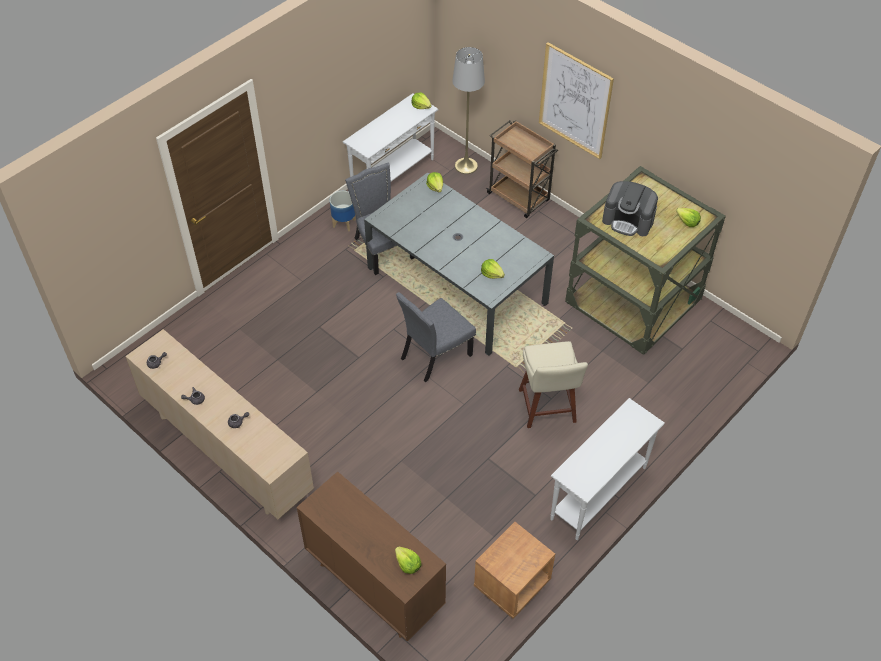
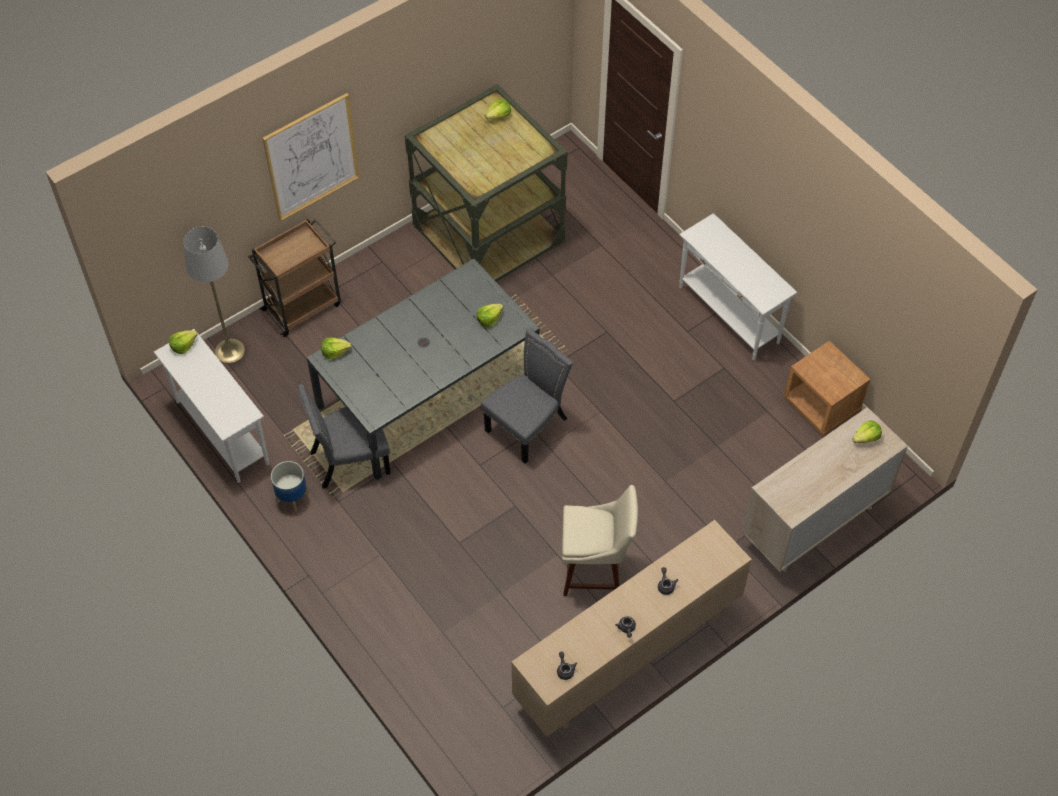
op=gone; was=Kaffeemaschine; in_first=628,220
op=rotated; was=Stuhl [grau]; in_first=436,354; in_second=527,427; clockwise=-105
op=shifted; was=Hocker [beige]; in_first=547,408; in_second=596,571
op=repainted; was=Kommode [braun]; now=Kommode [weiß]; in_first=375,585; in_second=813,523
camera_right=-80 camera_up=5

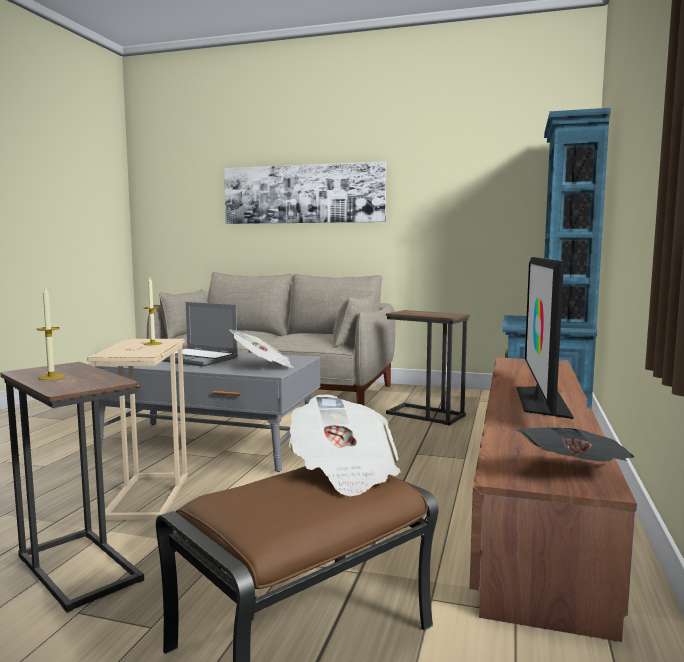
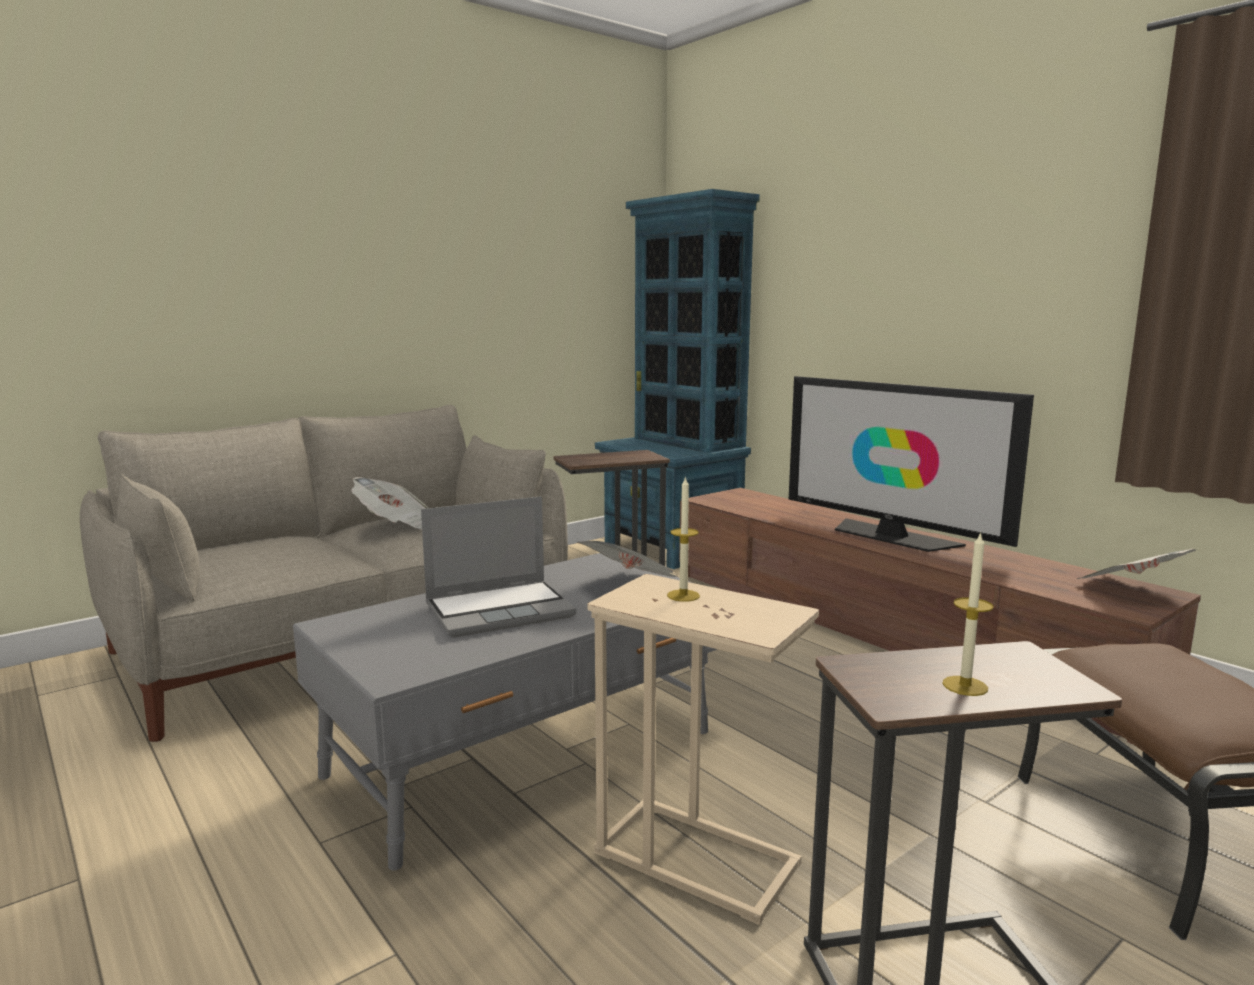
op=gone; was=Bild; in_first=303,194
op=shifted; was=Zeitung; in_first=344,472; in_second=397,525
camera_right=-55 camera_up=5

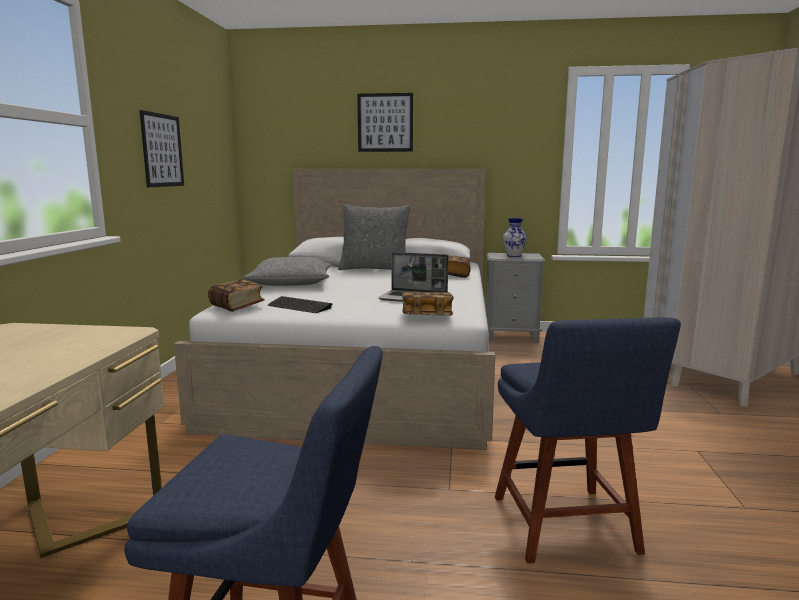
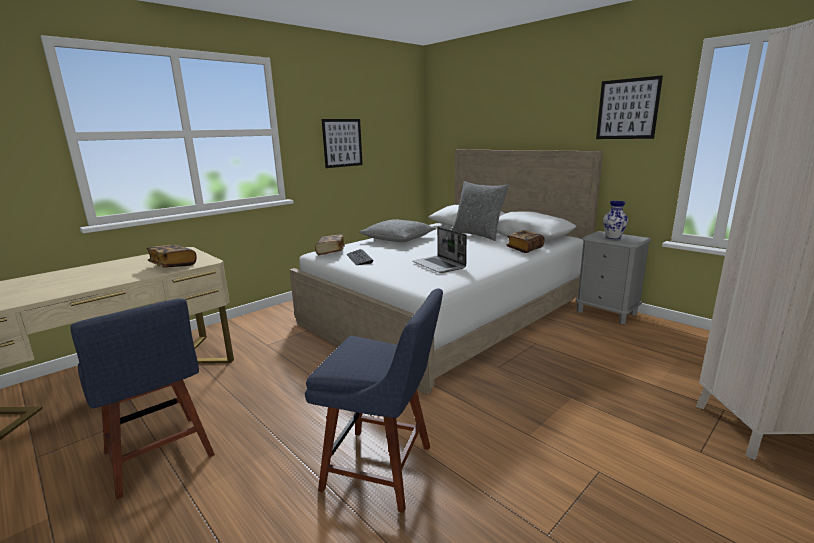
op=shifted; was=Bild; in_first=385,122; in_second=627,109
op=shifted; was=Buch; in_first=426,316; in_second=173,265
op=rotated; was=Stuhl [blau]; in_first=566,528; in_second=383,469; clockwise=-105
camera_right=40 camera_up=5

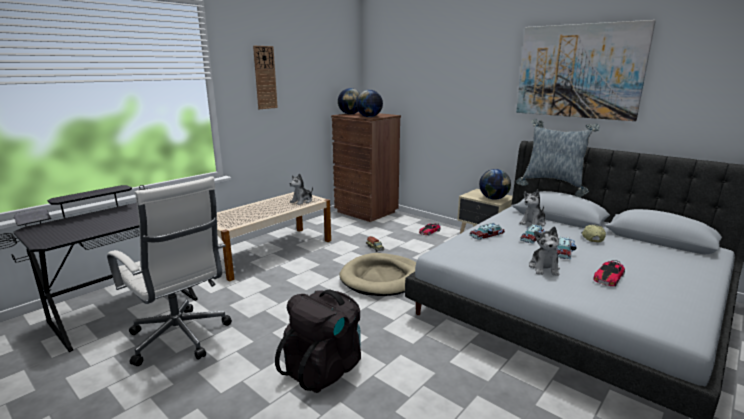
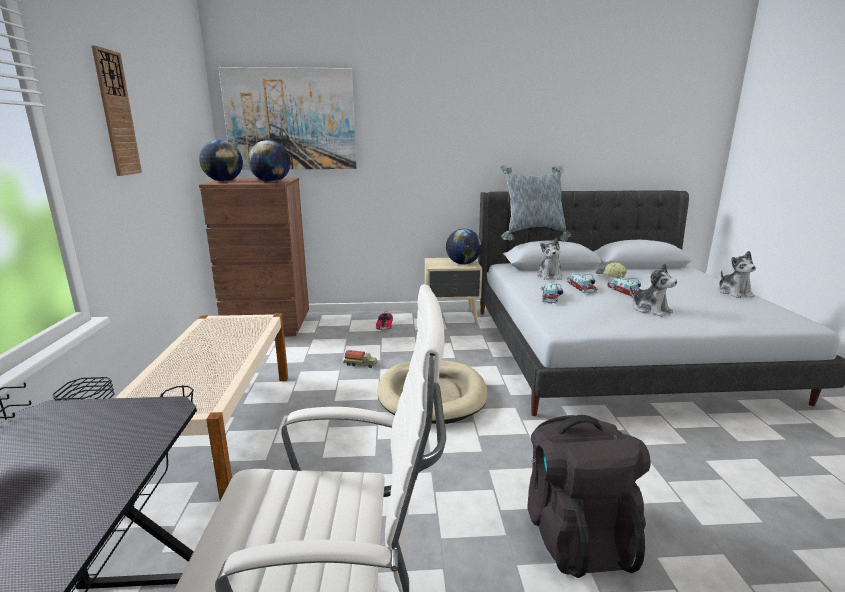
op=shifted; was=Bild; in_first=578,71; in_second=290,120
op=shifted; was=Plüschtier; in_first=302,201; in_second=734,293
op=gone; was=Spielzeugauto; in_first=608,277
camera_right=-45 camera_up=0

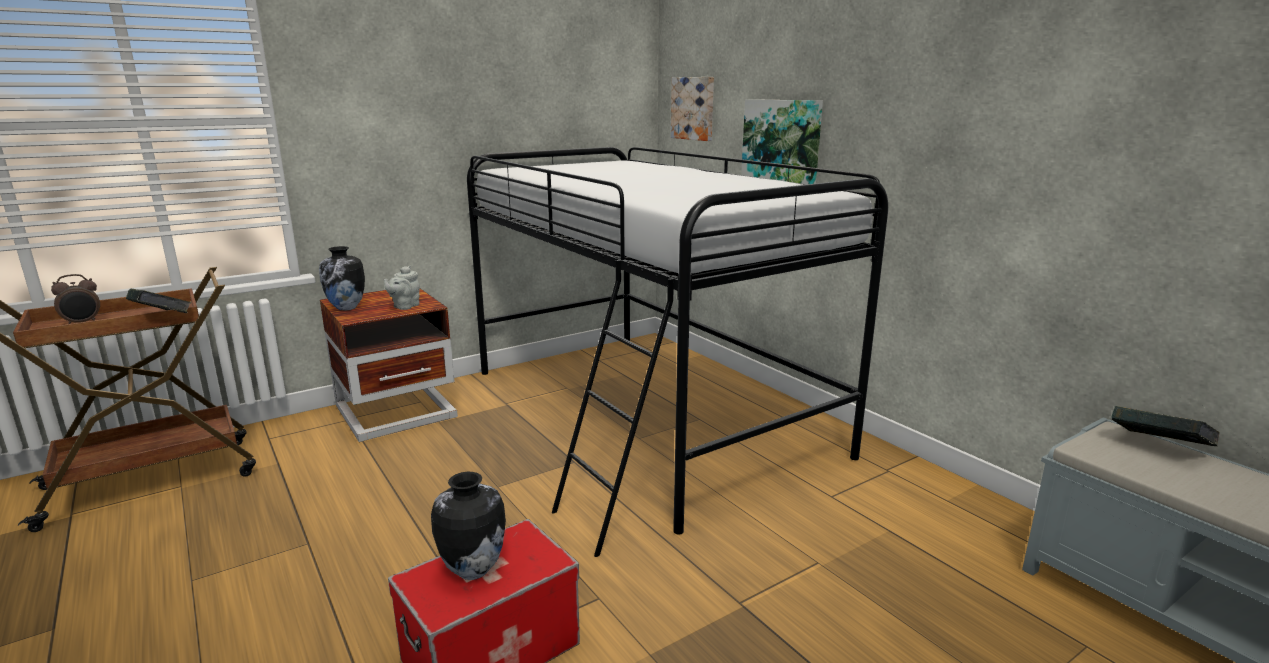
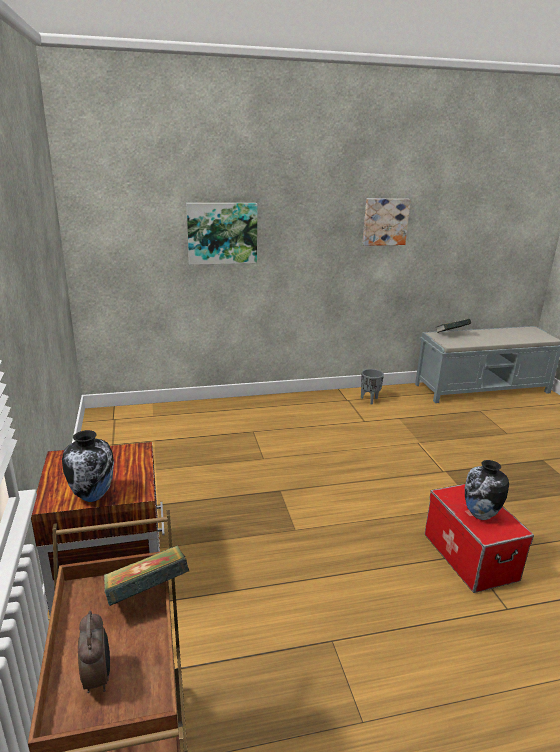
op=shifted; was=Bild; in_first=694,108; in_second=385,221
op=gone; was=Bett [schwarz]; in_first=645,413
op=gone; was=Teekanne [grau]; in_first=405,306
op=new; now=Pflanzkübel [grau]; in_second=369,400
camera_right=-70 camera_up=5

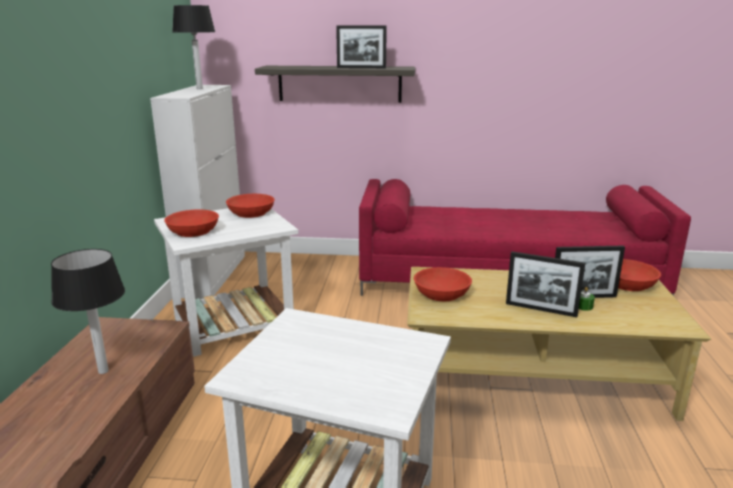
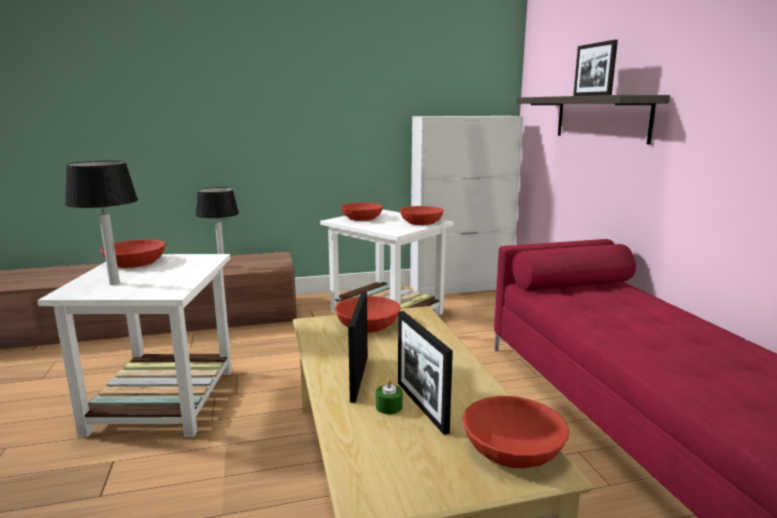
op=shifted; was=Tischlampe; in_first=199,88; in_second=113,283
op=new; now=Schüssel [rot]; in_second=135,262
camera_right=70 camera_up=-5

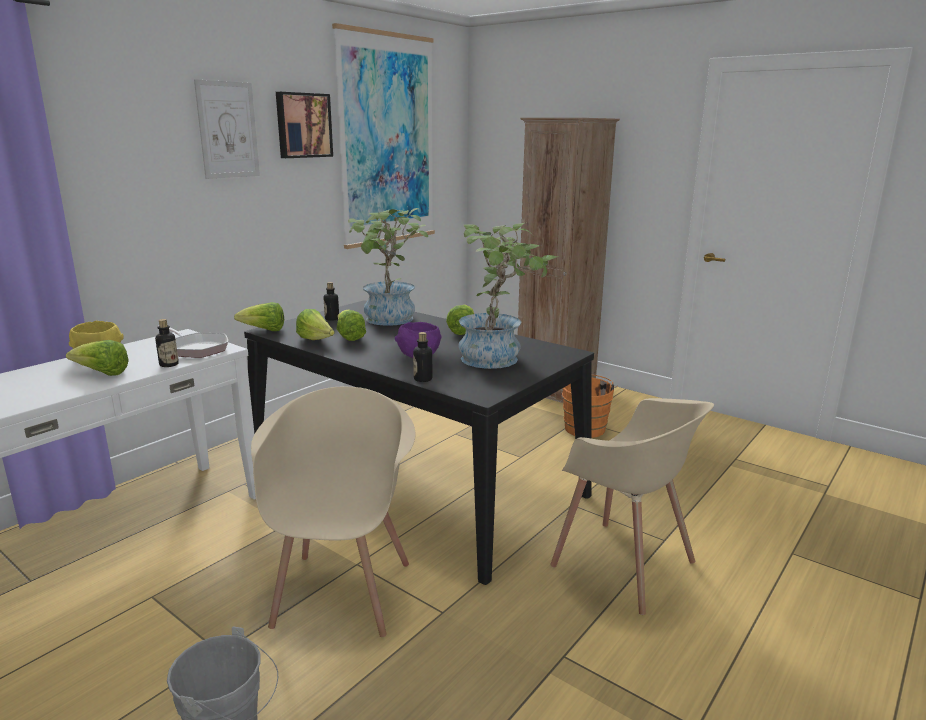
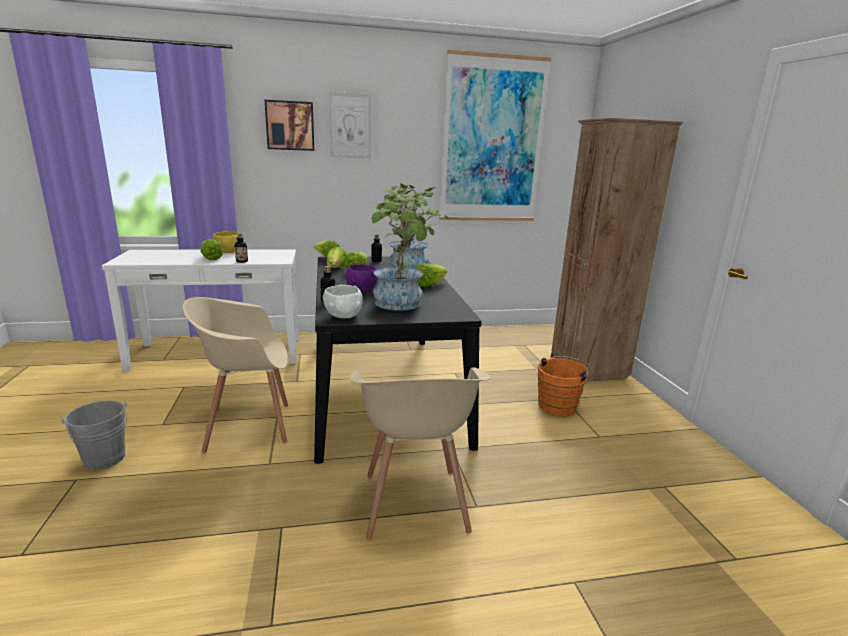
op=shifted; was=Bild; in_first=303,125; in_second=290,125
op=gone; was=Pfanne; in_first=196,348
op=rotated; was=Stuhl [beige]; in_first=343,593; in_second=247,427; clockwise=-150
op=new; now=Schüssel [weiß]; in_second=343,316
camera_right=40 camera_up=0

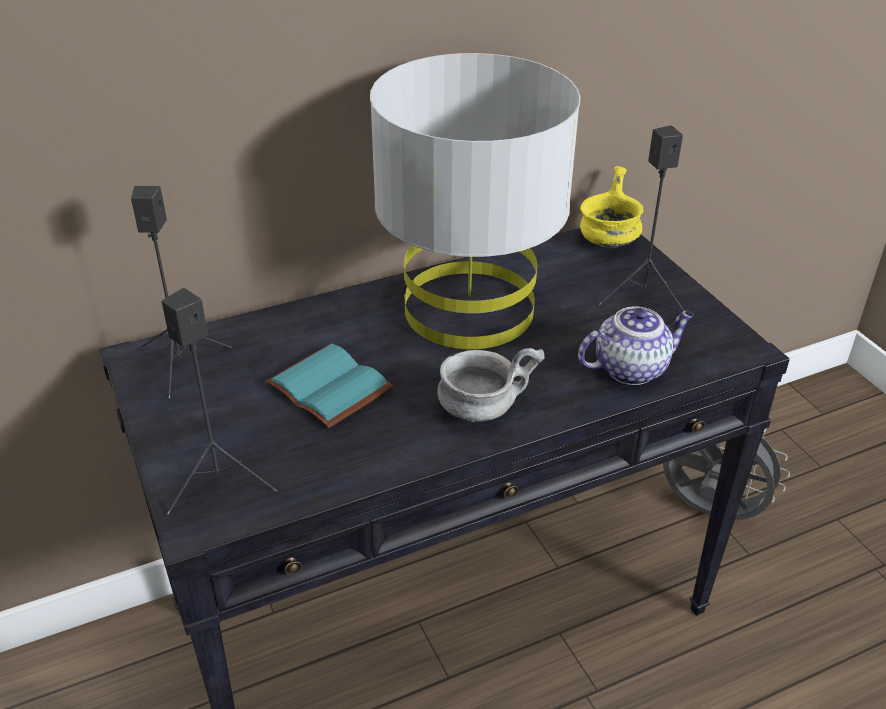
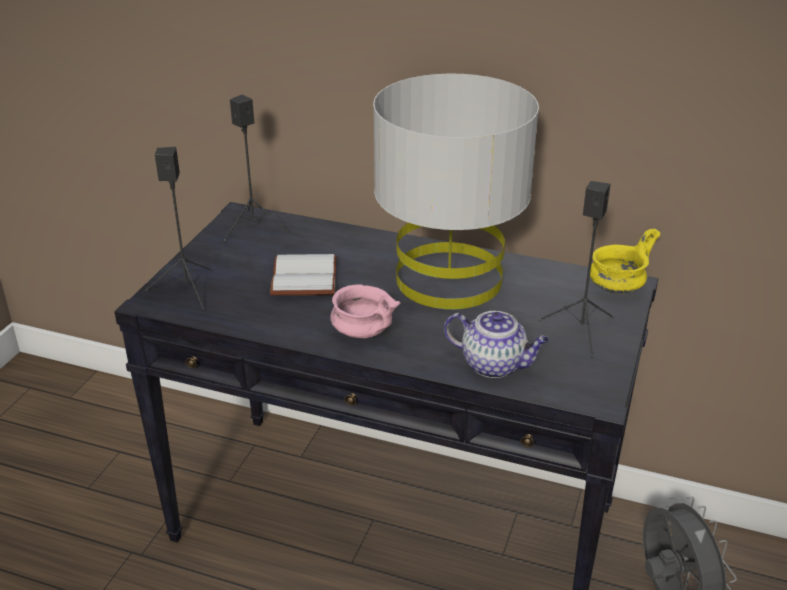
op=repainted; was=Buch [türkis]; now=Buch [weiß]; in_first=325,388; in_second=302,276
op=repainted; was=Schüssel [grau]; now=Schüssel [rosa]; in_first=479,409; in_second=364,332
camera_right=45 camera_up=-5

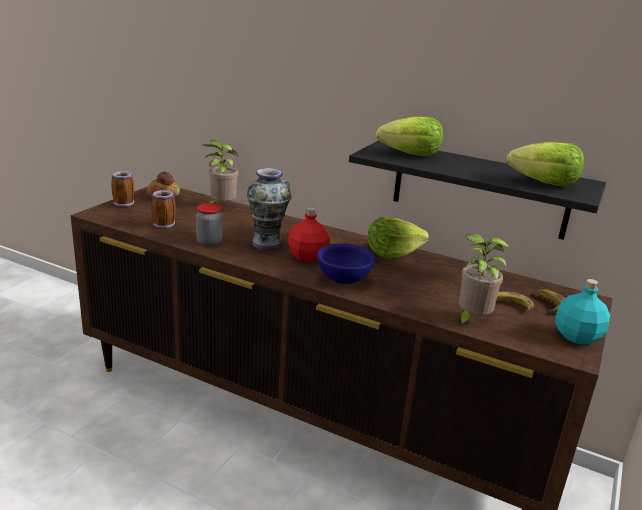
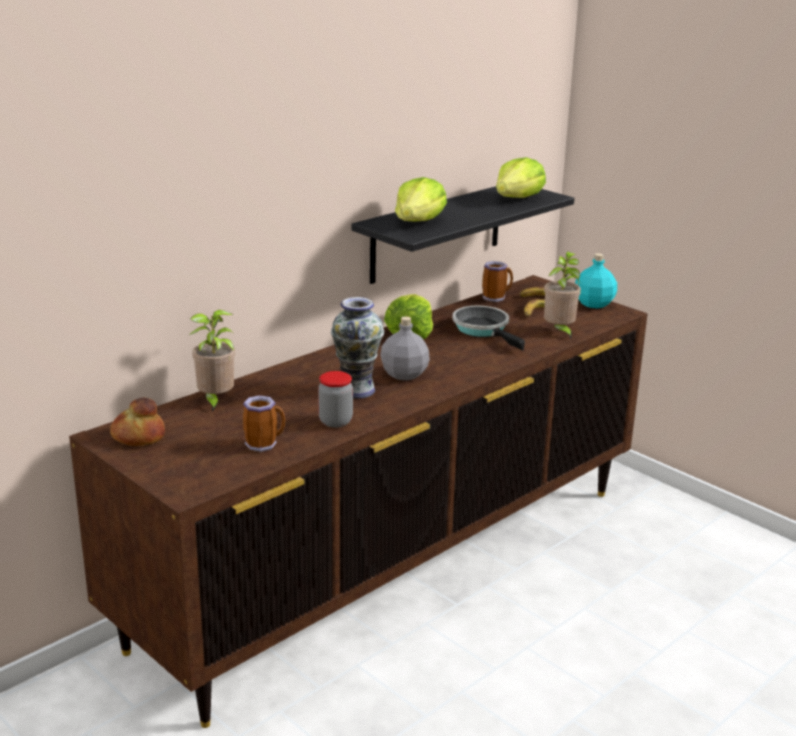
op=shifted; was=Henkelbecher; in_first=125,204; in_second=495,297
op=repainted; was=Flasche [rot]; now=Flasche [grau]; in_first=307,257; in_second=404,375
op=gone; was=Schüssel [blau]; in_first=343,280
op=new; now=Pfanne; in_second=484,330
camera_right=-70 camera_up=0

